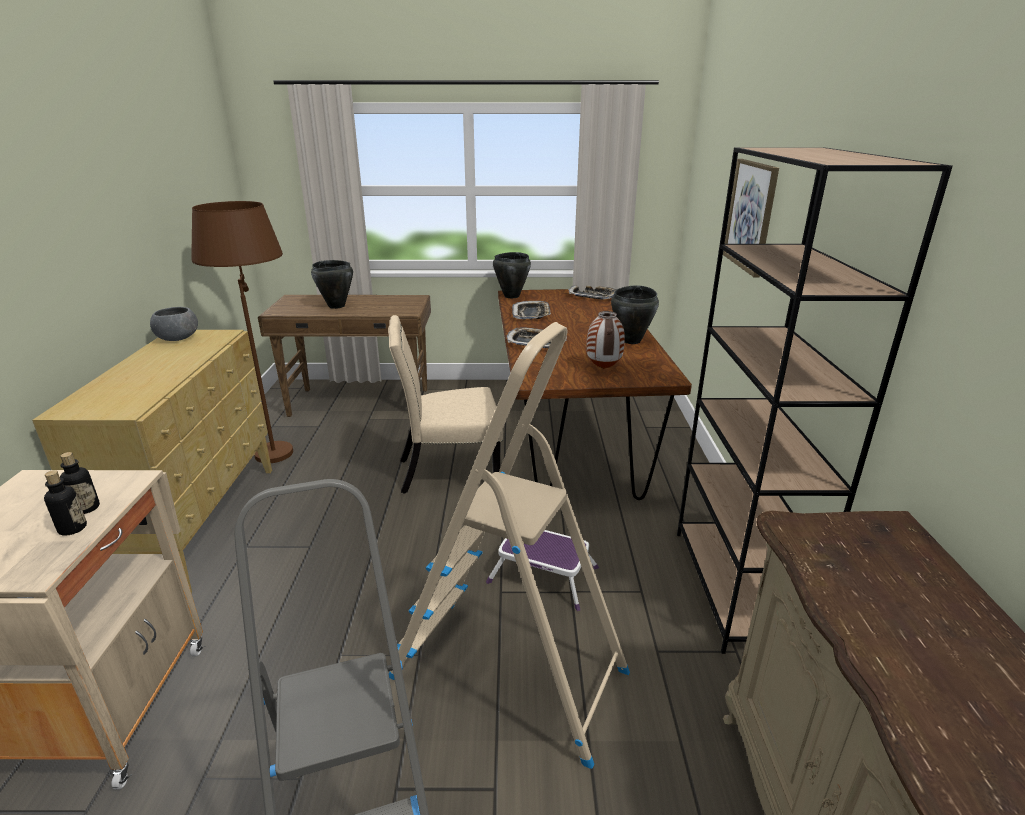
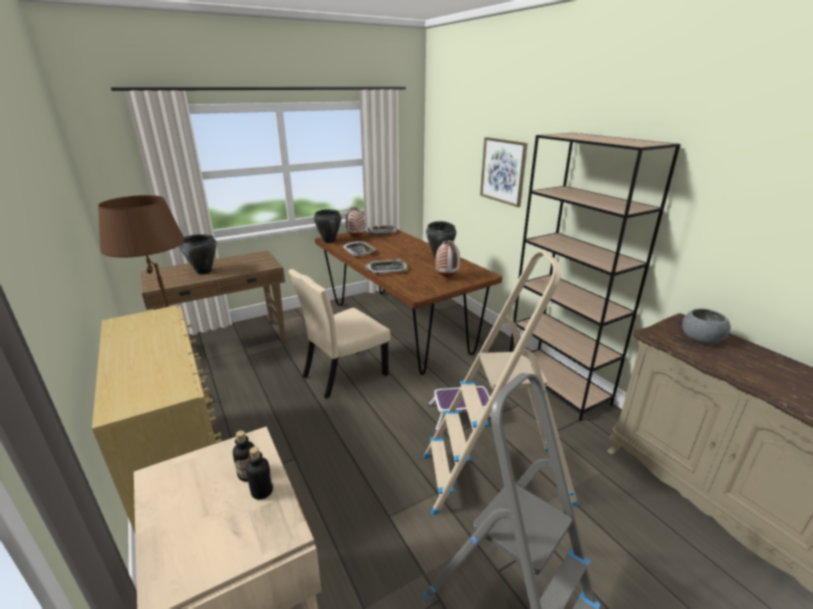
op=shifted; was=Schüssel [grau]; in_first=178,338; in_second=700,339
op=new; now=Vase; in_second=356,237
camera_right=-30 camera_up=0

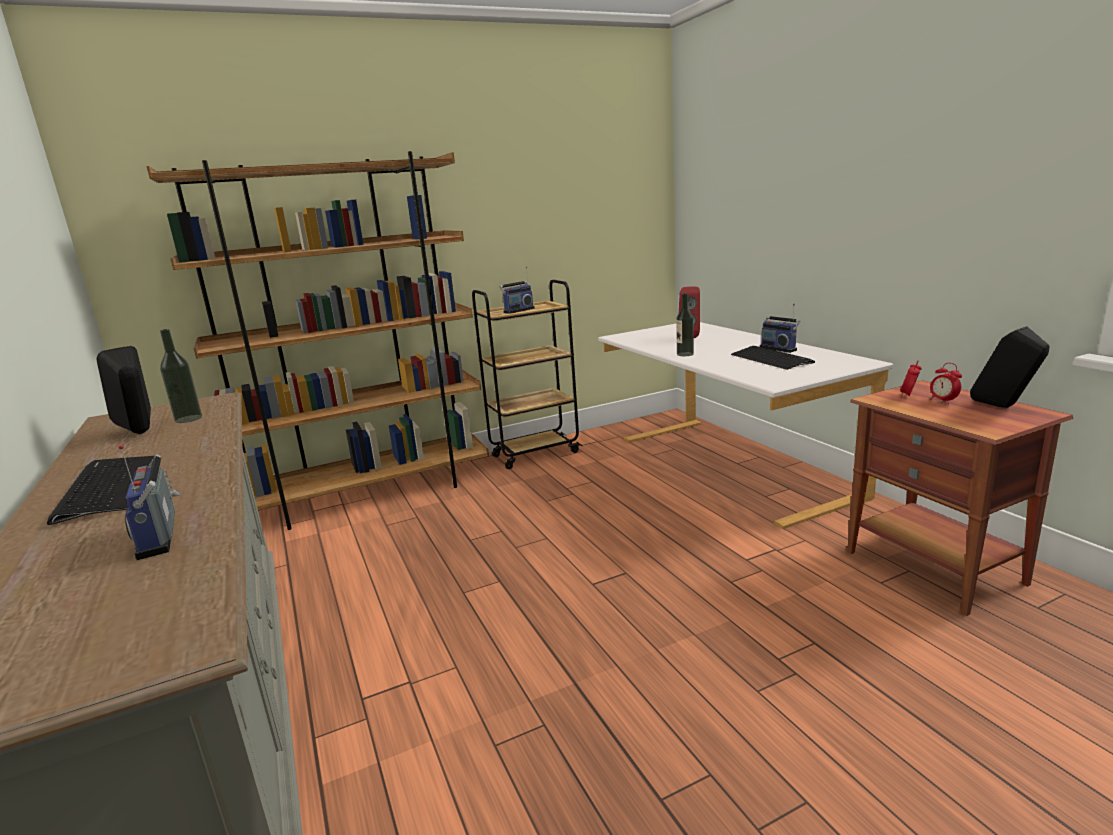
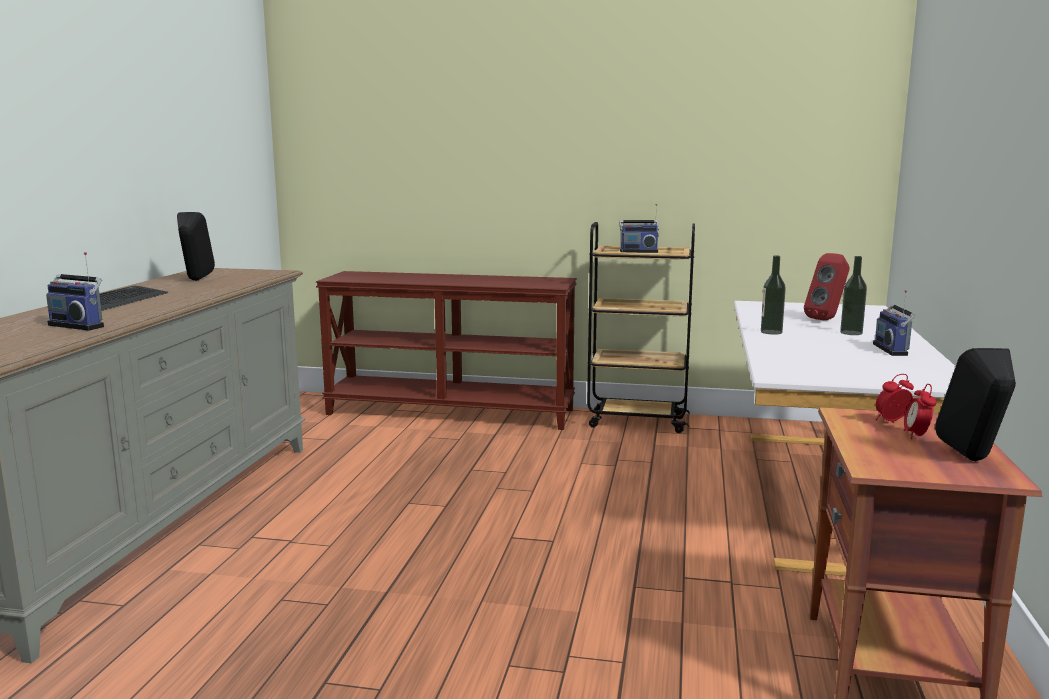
op=swapped; was=Bücherregal [braun]; now=Konsolentisch [braun]; in_first=371,495; in_second=451,411
op=shifted; was=Flasche; in_first=188,419; in_second=851,333
op=gone; was=Tastatur; in_first=771,359
op=rotated; was=Radio; in_first=162,536; in_second=79,325; clockwise=-75
camera_right=35 camera_up=-5

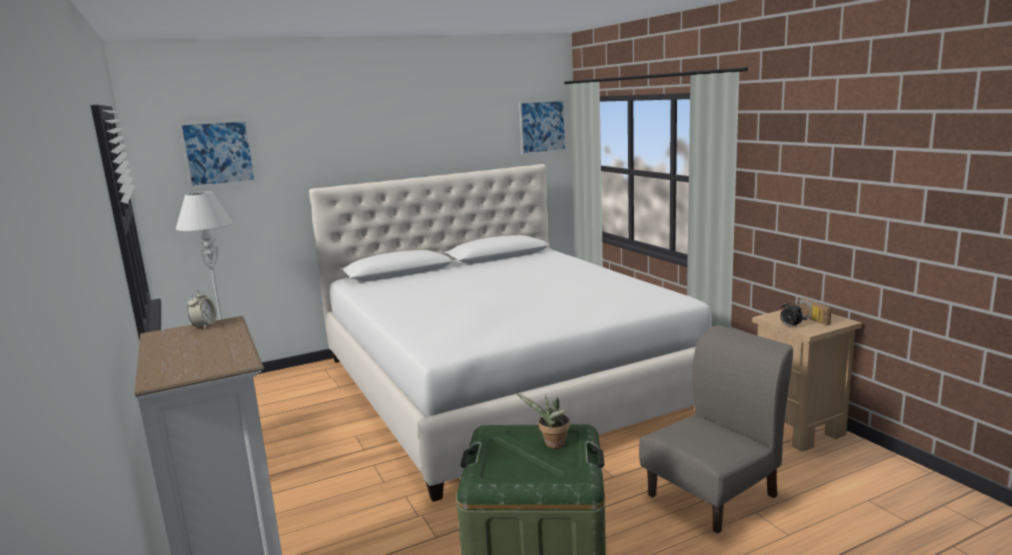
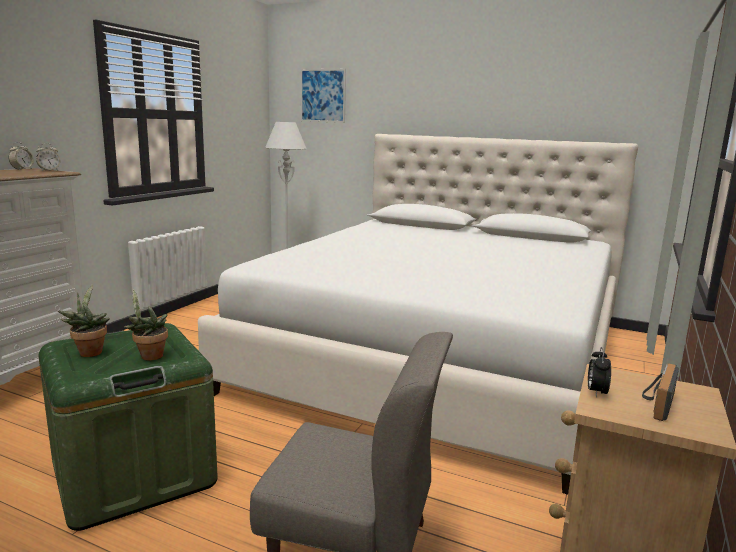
op=gone; was=Bild; in_first=543,126
op=new; now=Wecker; in_second=22,169
op=new; now=Topfpflanze; in_second=89,352
camera_right=50 camera_up=0

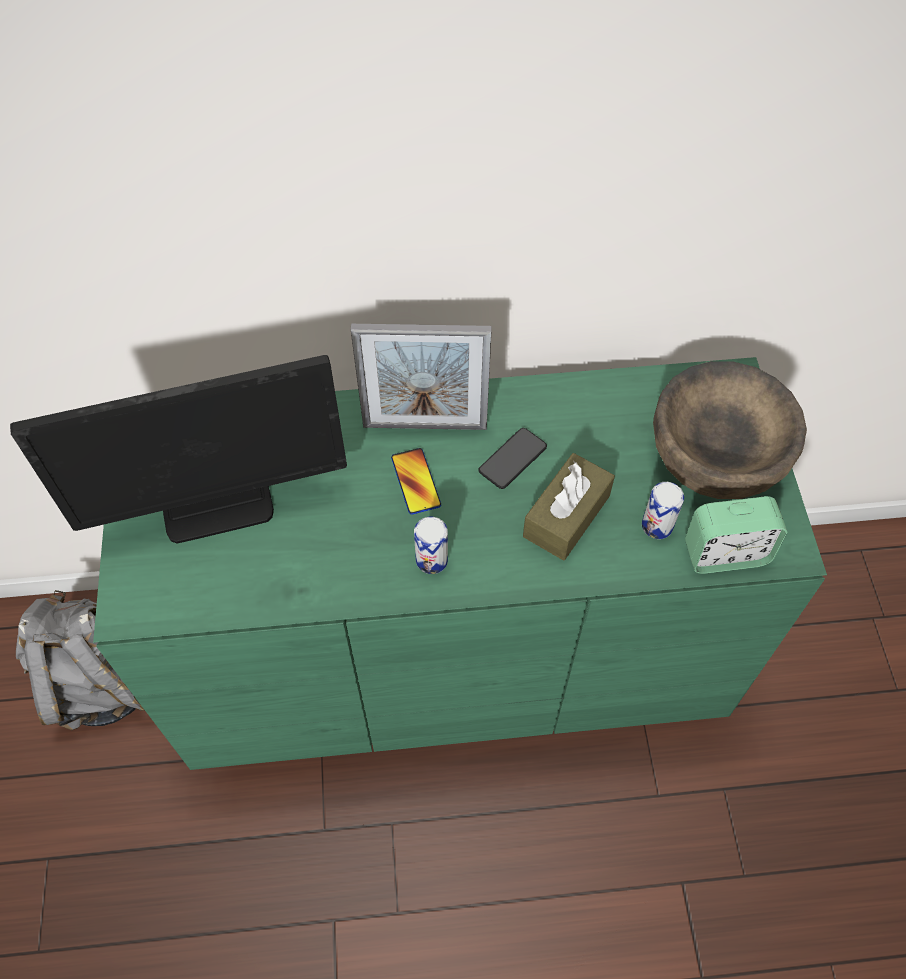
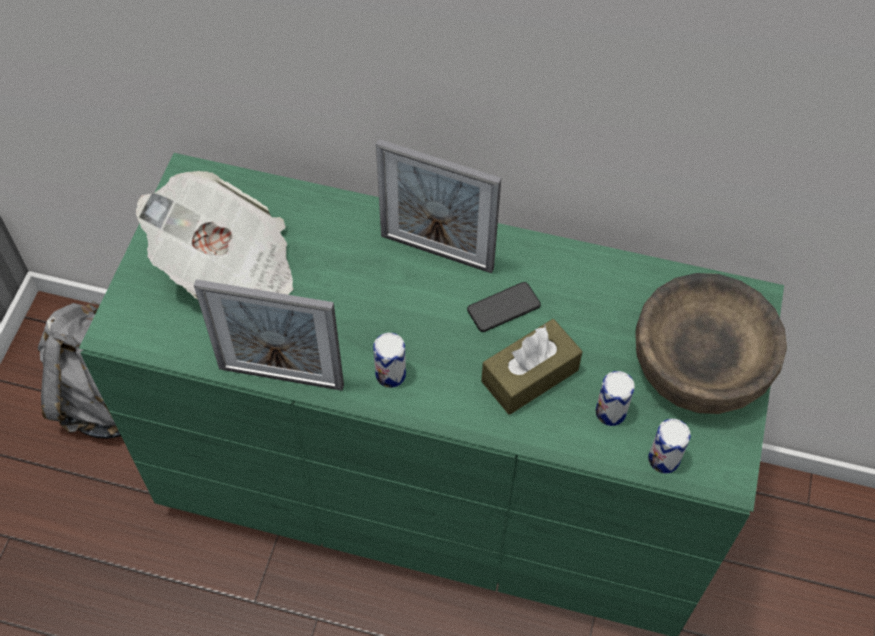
op=swapped; was=Monitor; now=Zeitung; in_first=217,503; in_second=227,263
op=gone; was=Handy; in_first=415,482
op=swapped; was=Wecker; now=Dose; in_first=725,553; in_second=663,459
op=new; now=Bilderrahmen; in_second=281,377
camera_right=20 camera_up=0

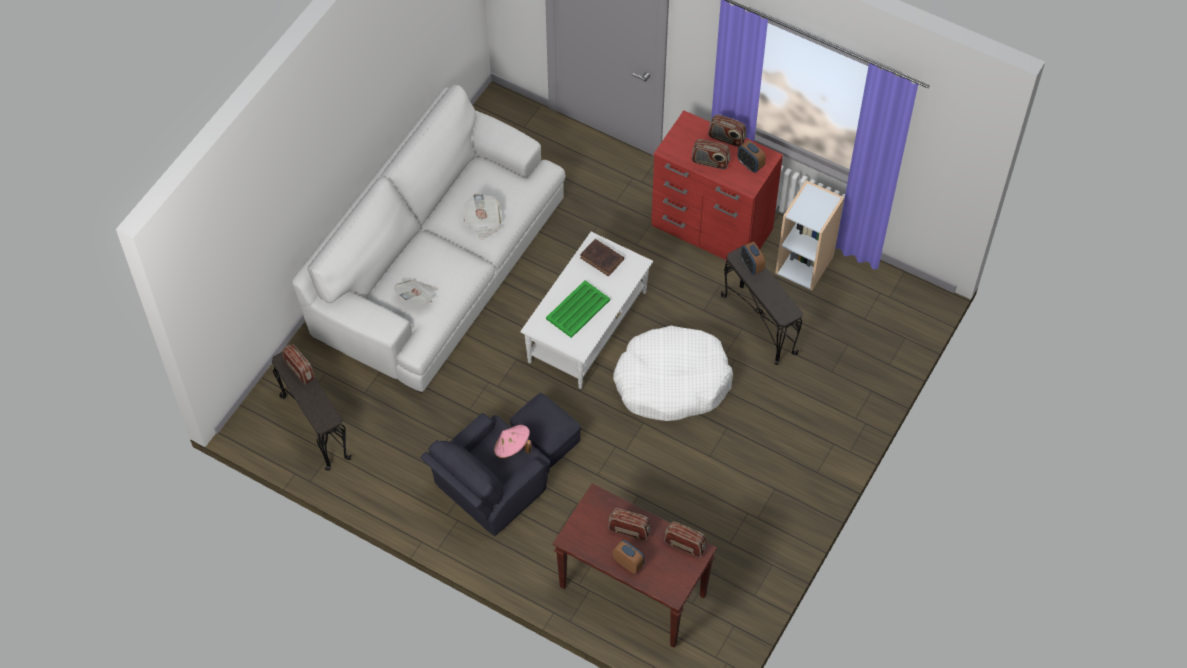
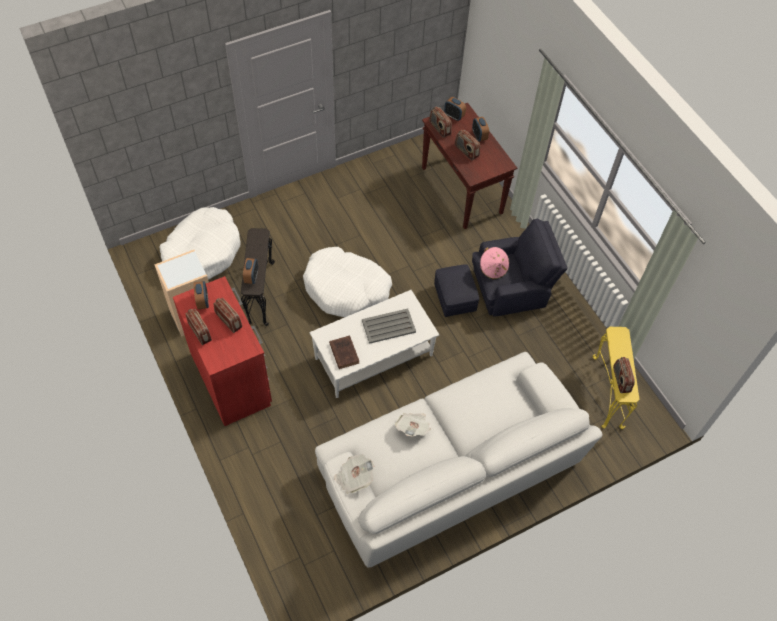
op=shifted; was=Zeitung; in_first=417,297; in_second=354,477
op=repainted; was=Tablett [grün]; now=Tablett [grau]; in_first=578,309; in_second=388,326
op=repainted; was=Beistelltisch [schwarz]; now=Beistelltisch [gelb]; in_first=315,428; in_second=607,392
op=new; now=Wecker; in_second=454,116
op=new; now=Hundebett [weiß]; in_second=202,252
camera_right=-150 camera_up=0

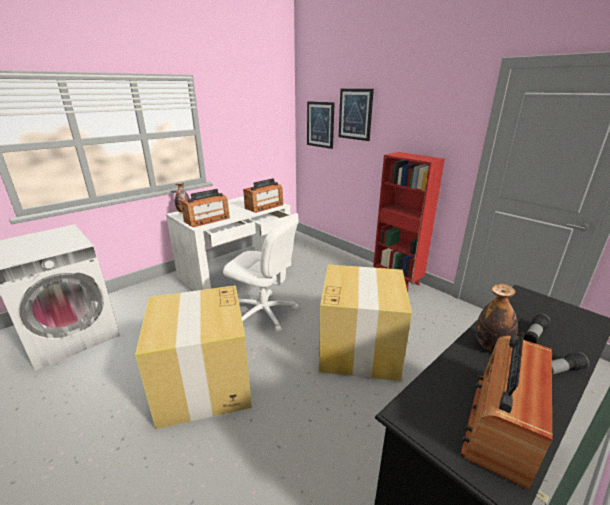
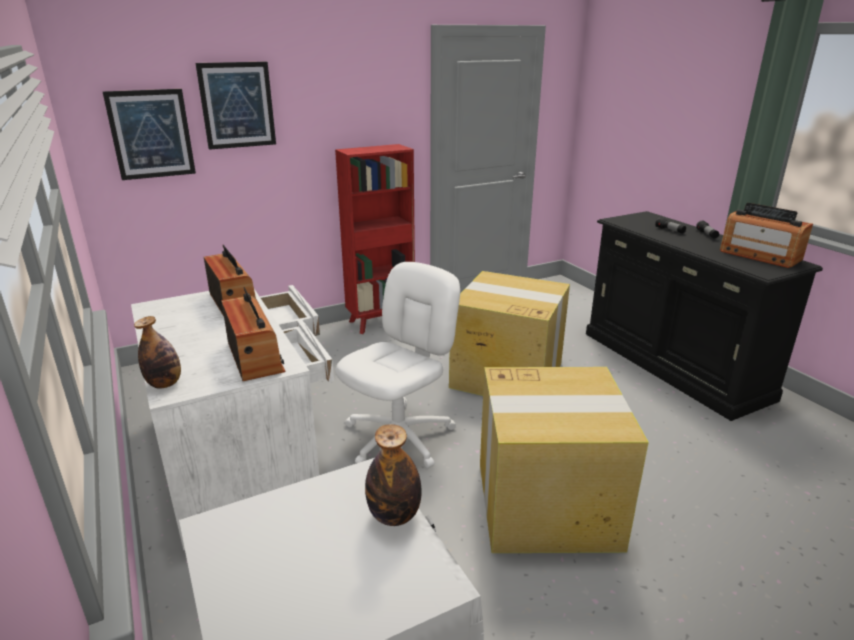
op=shifted; was=Flasche; in_first=491,346; in_second=394,516
camera_right=-75 camera_up=0

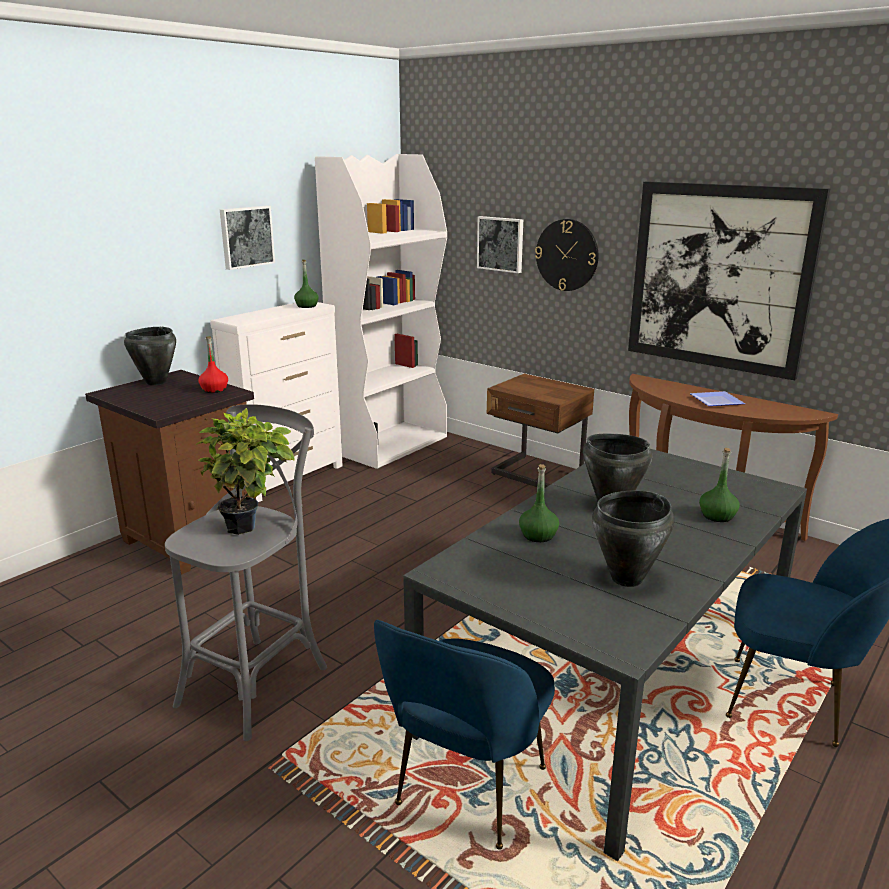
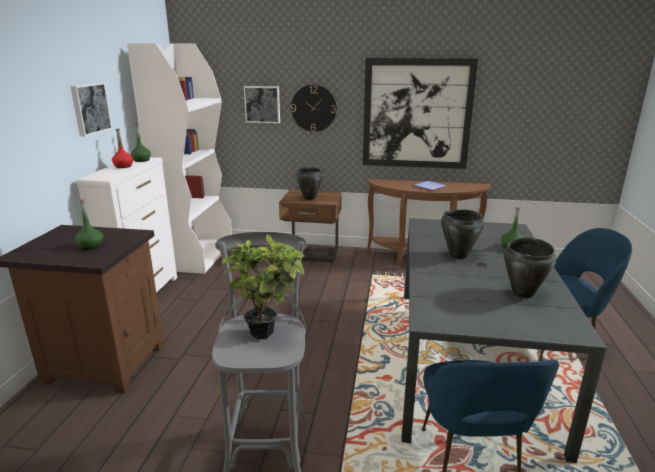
op=shifted; was=Kochtopf [schwarz]; in_first=155,382; in_second=309,198
op=shifted; was=Flasche [rot]; in_first=214,389; in_second=123,166
op=shifted; was=Flasche [grün]; in_first=538,535; in_second=91,246
camera_right=-30 camera_up=0

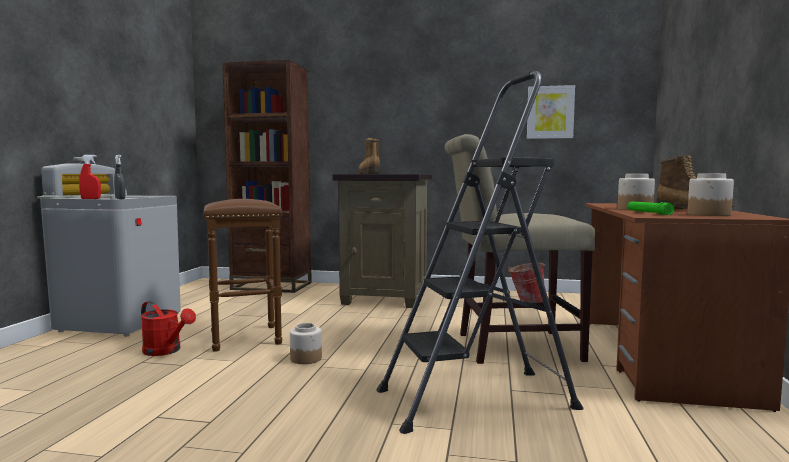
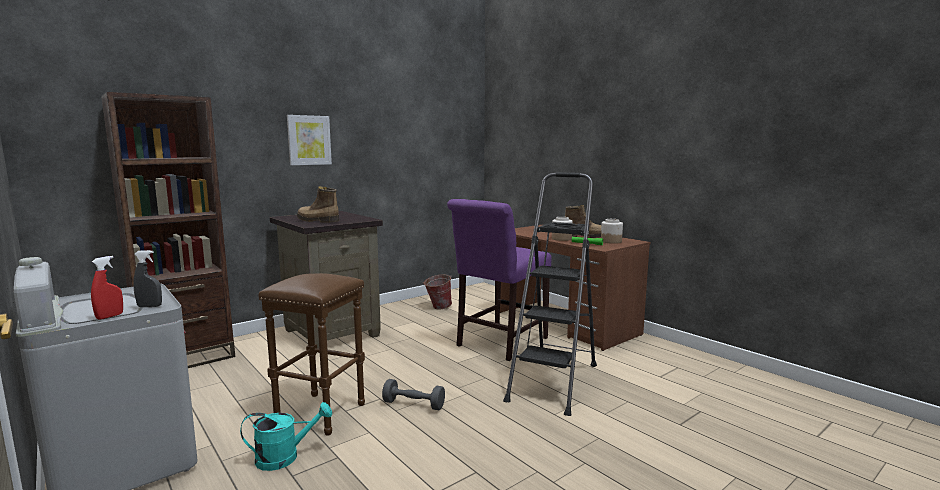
op=shifted; was=Bild; in_first=550,112; in_second=309,140
op=repainted; was=Stuhl [beige]; now=Stuhl [lila]; in_first=510,346; in_second=498,343
op=repainted; was=Gießkanne [rot]; now=Gießkanne [türkis]; in_first=166,351; in_second=285,457
op=swapped; was=Vorratsglas; now=Hantel [grau]; in_first=306,358; in_second=413,404
camera_right=-50 camera_up=5

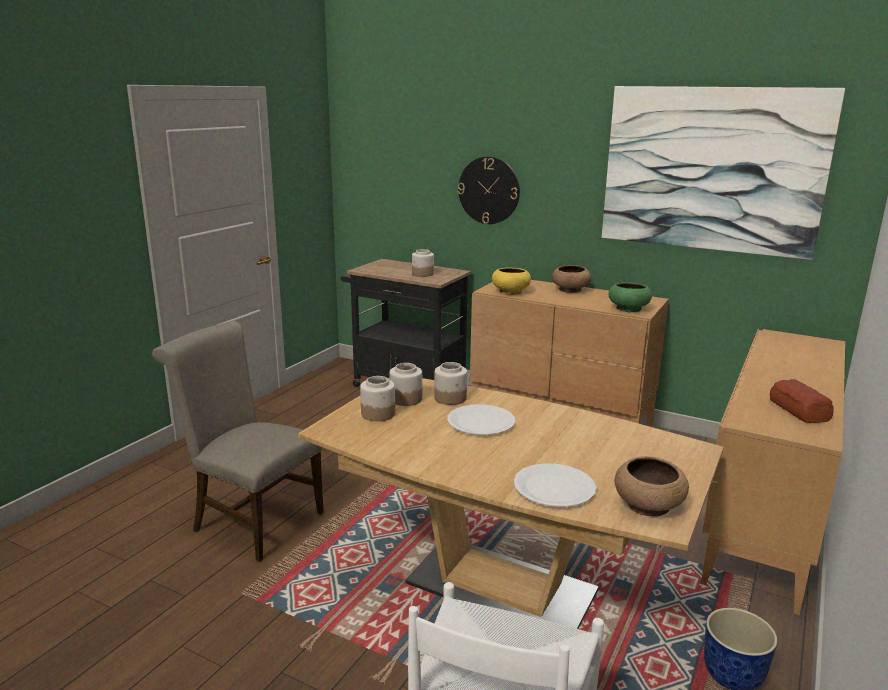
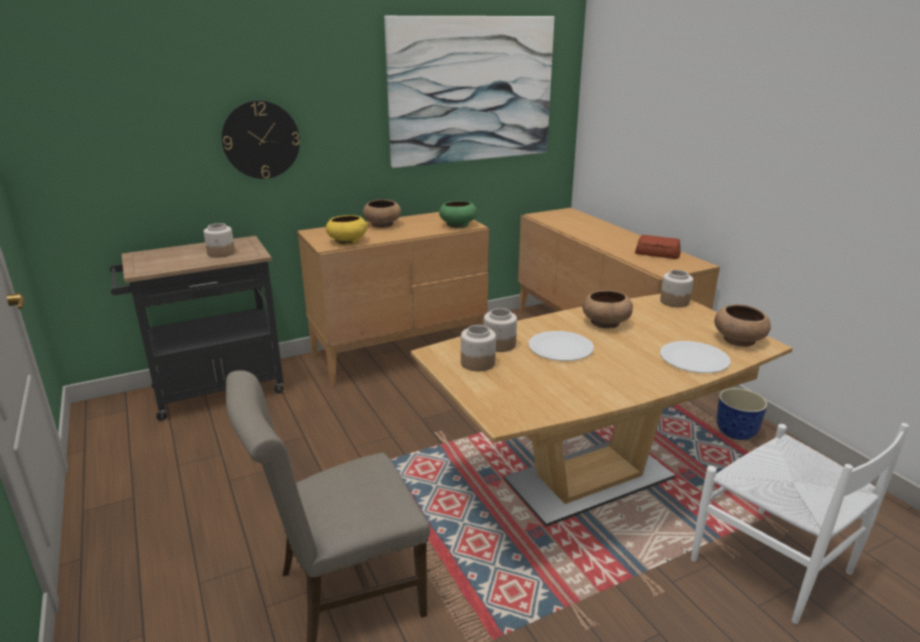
op=shifted; was=Vorratsglas; in_first=378,414; in_second=674,301
op=new; now=Schüssel [braun]; in_second=605,323
camera_right=-55 camera_up=5

